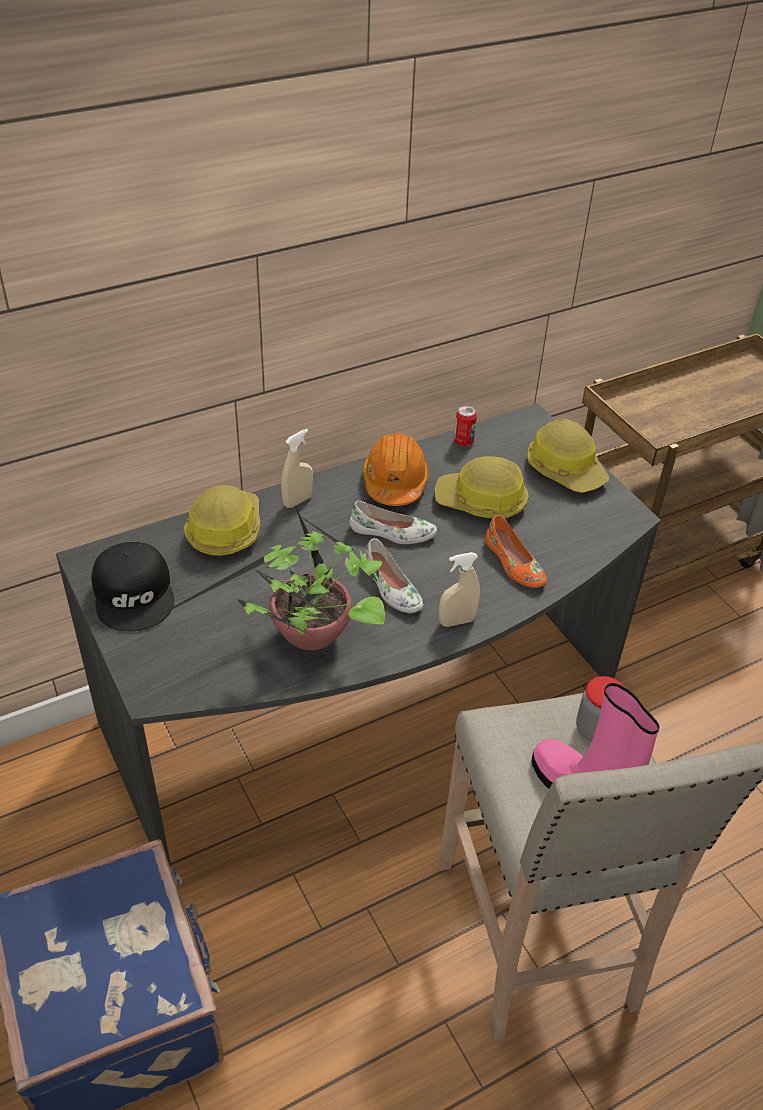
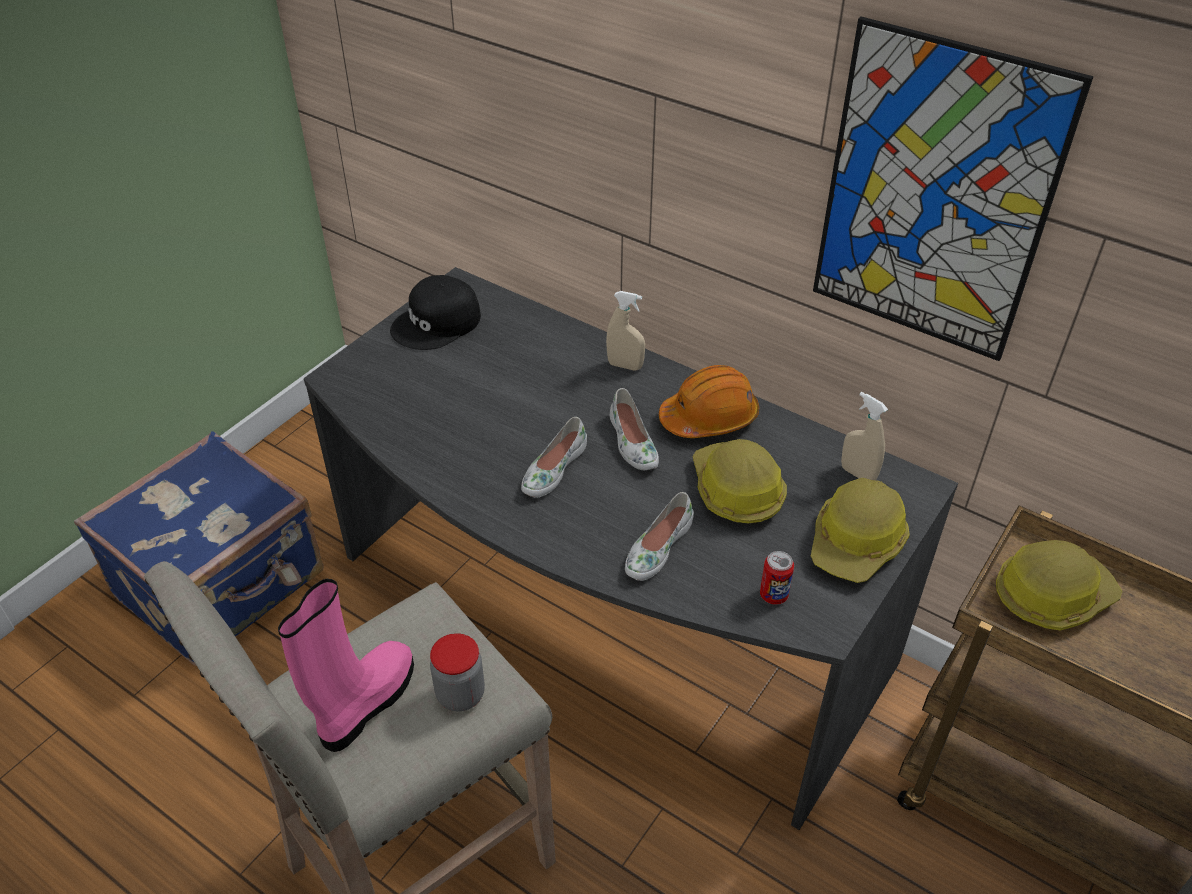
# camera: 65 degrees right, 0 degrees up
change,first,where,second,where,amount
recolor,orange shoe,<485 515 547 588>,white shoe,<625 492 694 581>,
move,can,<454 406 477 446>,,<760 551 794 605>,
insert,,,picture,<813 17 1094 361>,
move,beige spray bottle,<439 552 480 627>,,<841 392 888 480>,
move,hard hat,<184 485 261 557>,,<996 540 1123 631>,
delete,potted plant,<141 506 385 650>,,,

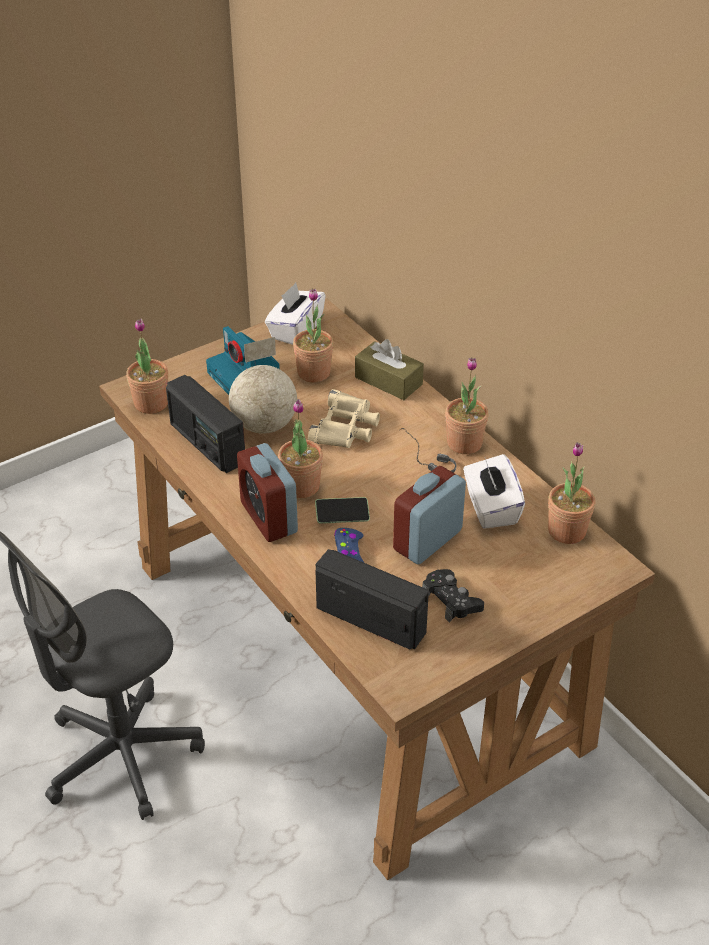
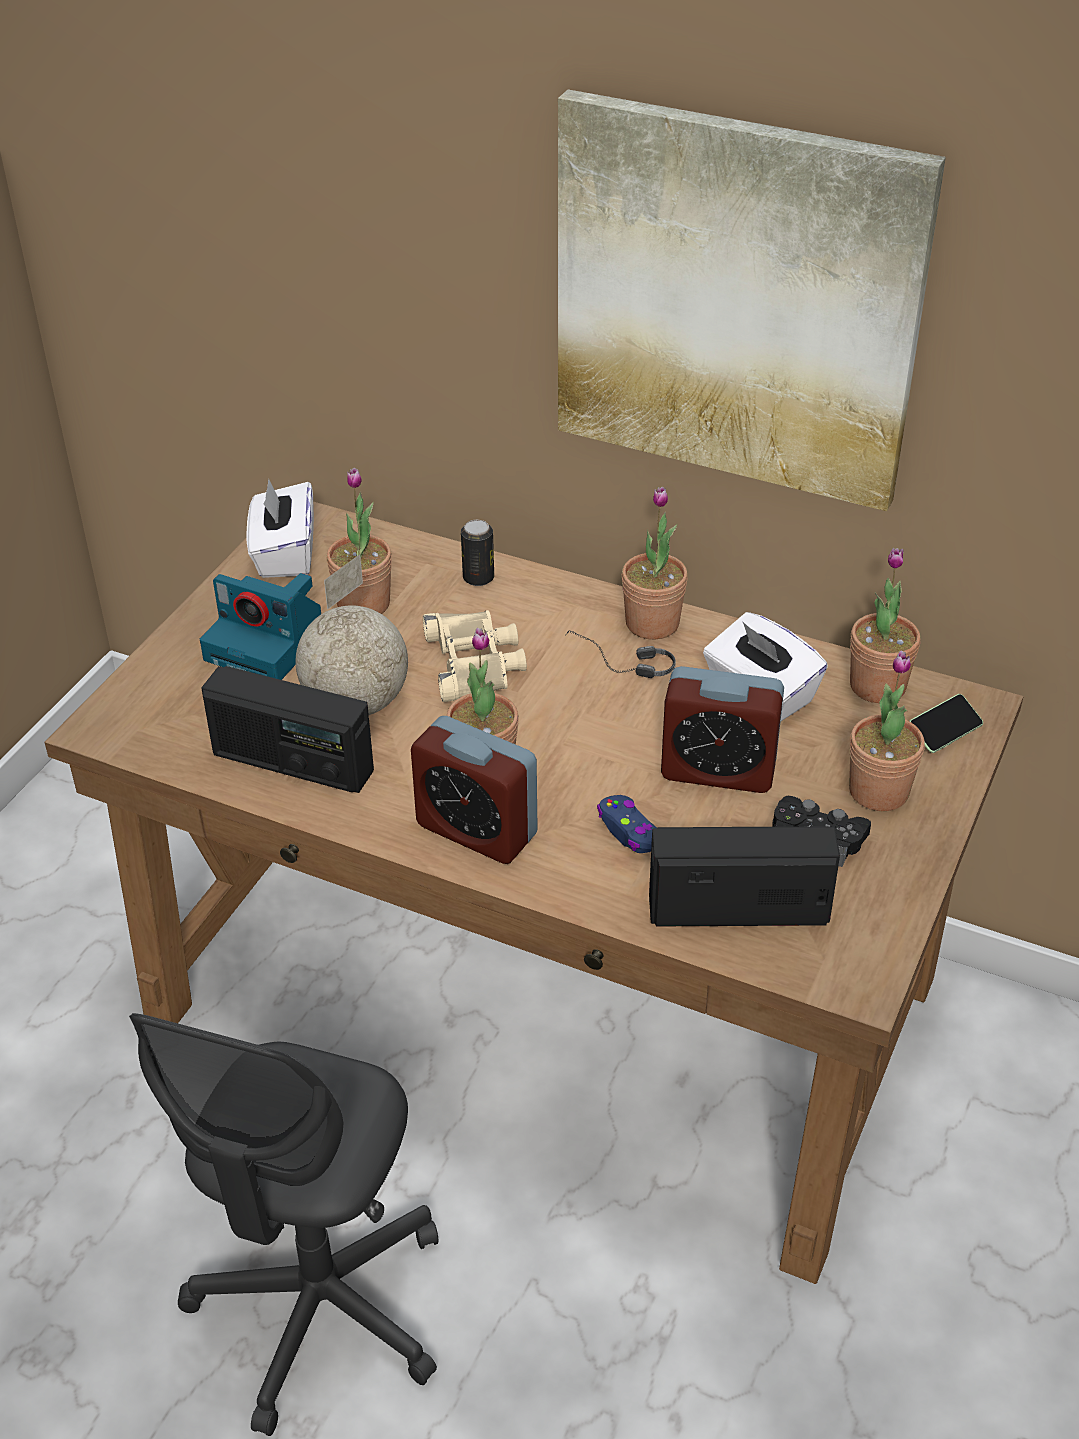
# camera: 30 degrees left, 0 degrees up
change,first,where,second,where,amount
replace,brown tissue box,<355 339 424 400>,can,<461 520 494 586>,
insert,,,picture,<558 90 946 511>,
rotate,alarm clock,<393 466 466 564>,,<661 666 784 793>,90 degrees counterclockwise
move,potted plant,<126 319 168 414>,,<849 650 925 811>,
move,phone,<315 497 370 524>,,<910 694 983 753>,

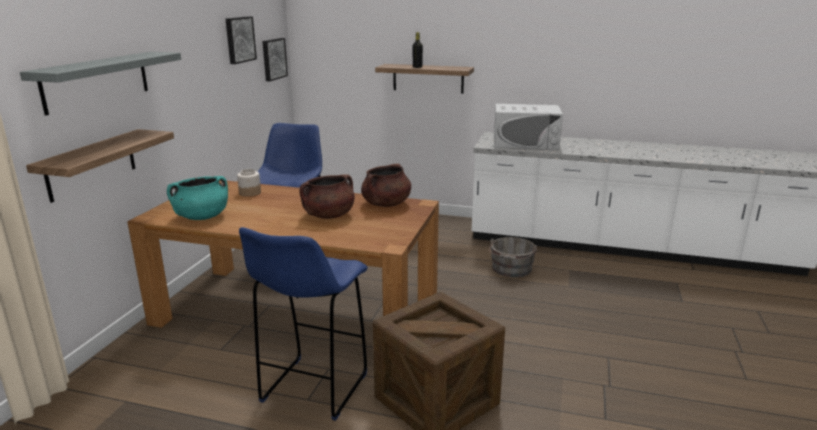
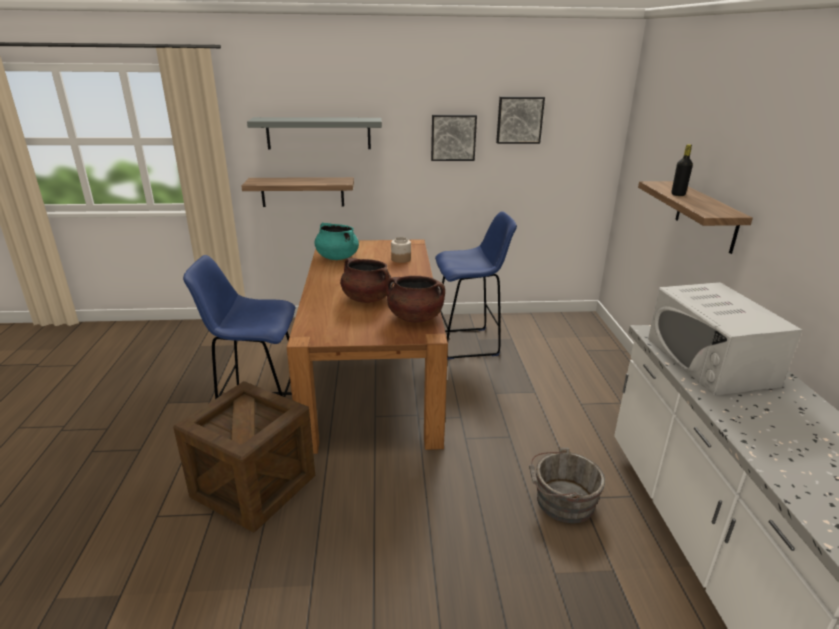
# camera: 70 degrees right, 5 degrees up
change,first,where,second,where,amount
move,picture,<262 38 288 81>,,<431 115 477 161>,

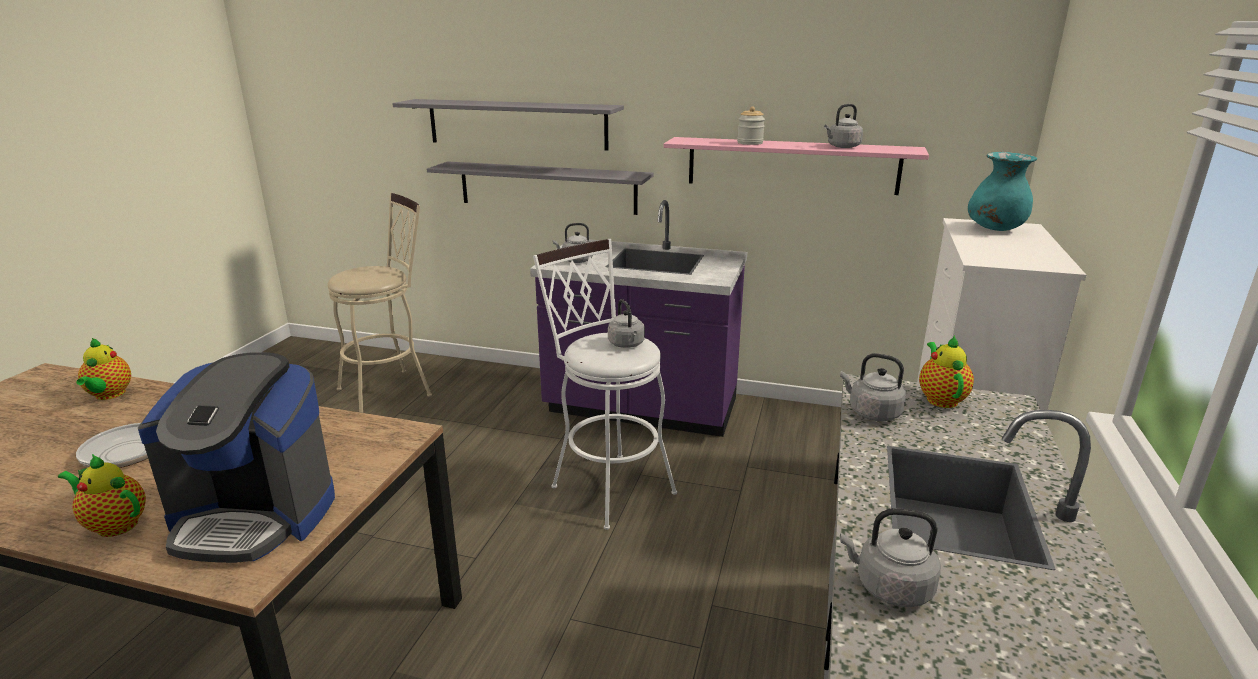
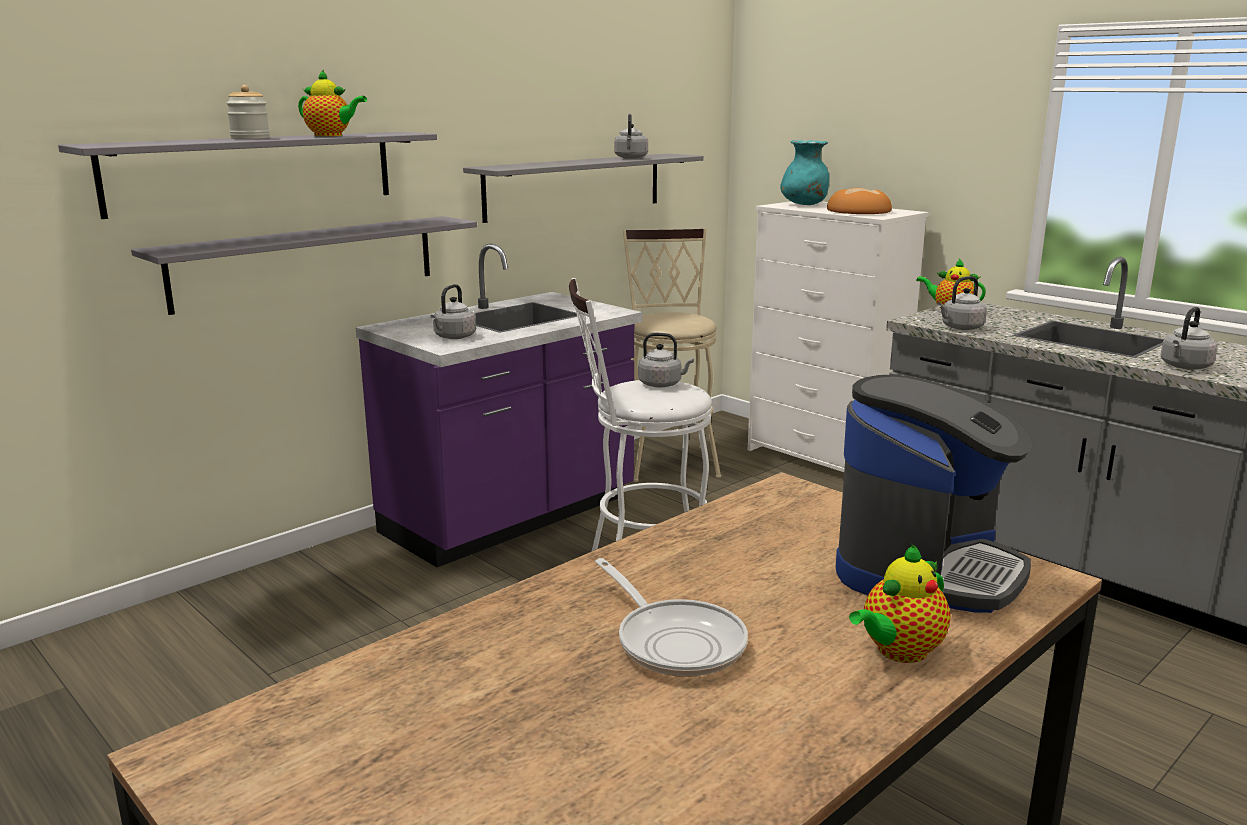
# camera: 60 degrees left, 5 degrees down
change,first,where,second,where,amount
move,jar,<737 107 765 145>,,<226 85 270 139>,
move,teapot,<76 338 131 400>,,<298 69 367 136>,
recolor,pink shelf,<663 137 929 195>,grey shelf,<463 153 704 223>,
move,beige stool,<327 193 432 413>,,<623 229 721 482>,
insert,,,bread,<827 188 892 214>,

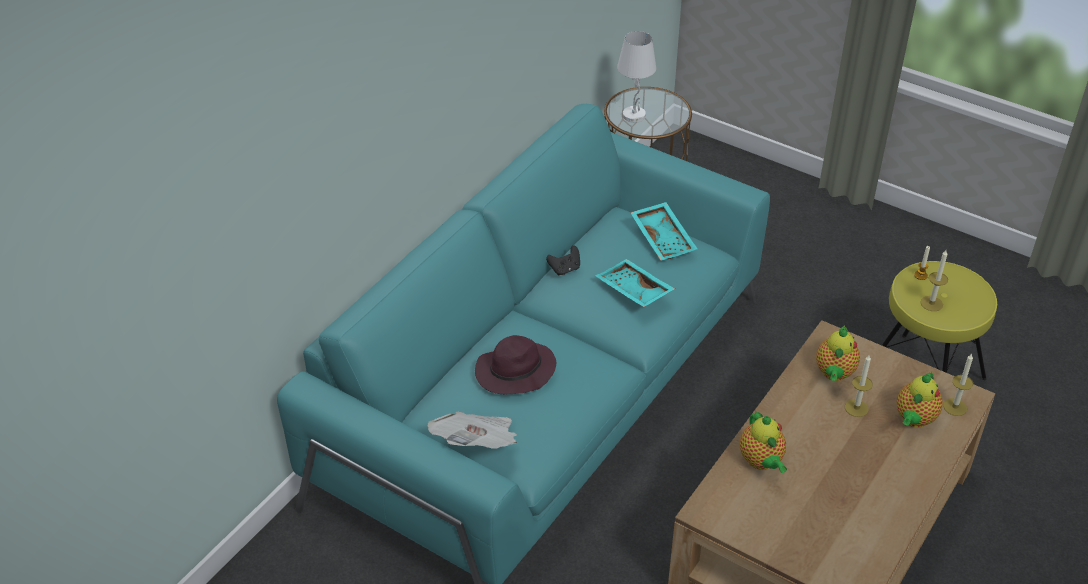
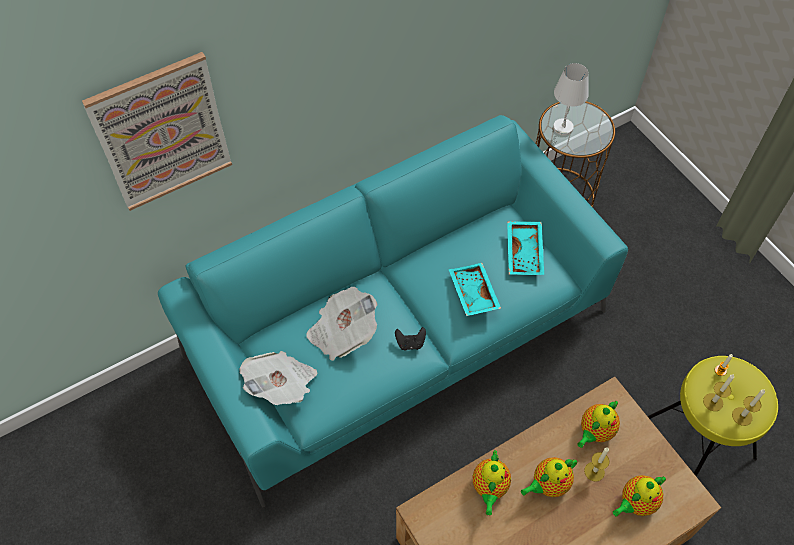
# camera: 25 degrees right, 15 degrees up
change,first,where,second,where,amount
insert,,,picture,<82 52 232 211>,
replace,purple hat,<475 335 556 394>,newspaper,<306 287 378 361>,
move,black game controller,<546 245 580 276>,,<395 327 426 350>,
insert,,,teapot,<521 457 577 497>,
move,candle,<943 353 973 416>,,<732 389 765 426>,

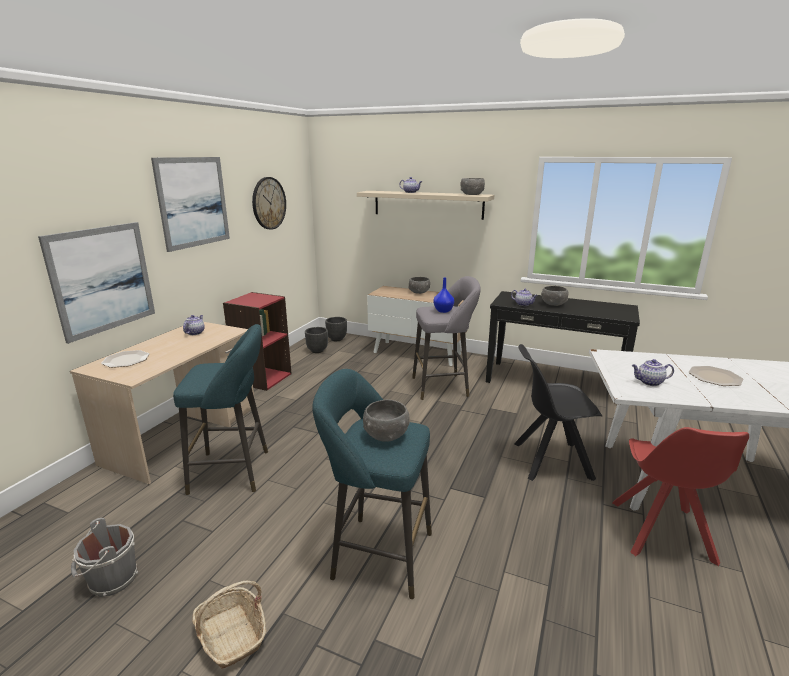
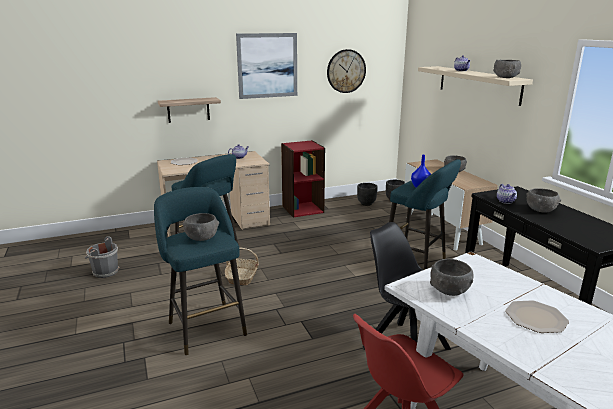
# camera: 45 degrees right, 0 degrees up
change,first,where,second,where,amount
replace,picture,<38 222 155 344>,shelf,<158 97 221 123>,
move,basket,<192 581 266 669>,,<225 247 259 285>,
recolor,grey stool,<412 276 481 400>,turquoise stool,<389 159 461 270>,
replace,teapot,<632 359 674 386>,grey bowl,<430 259 474 296>,

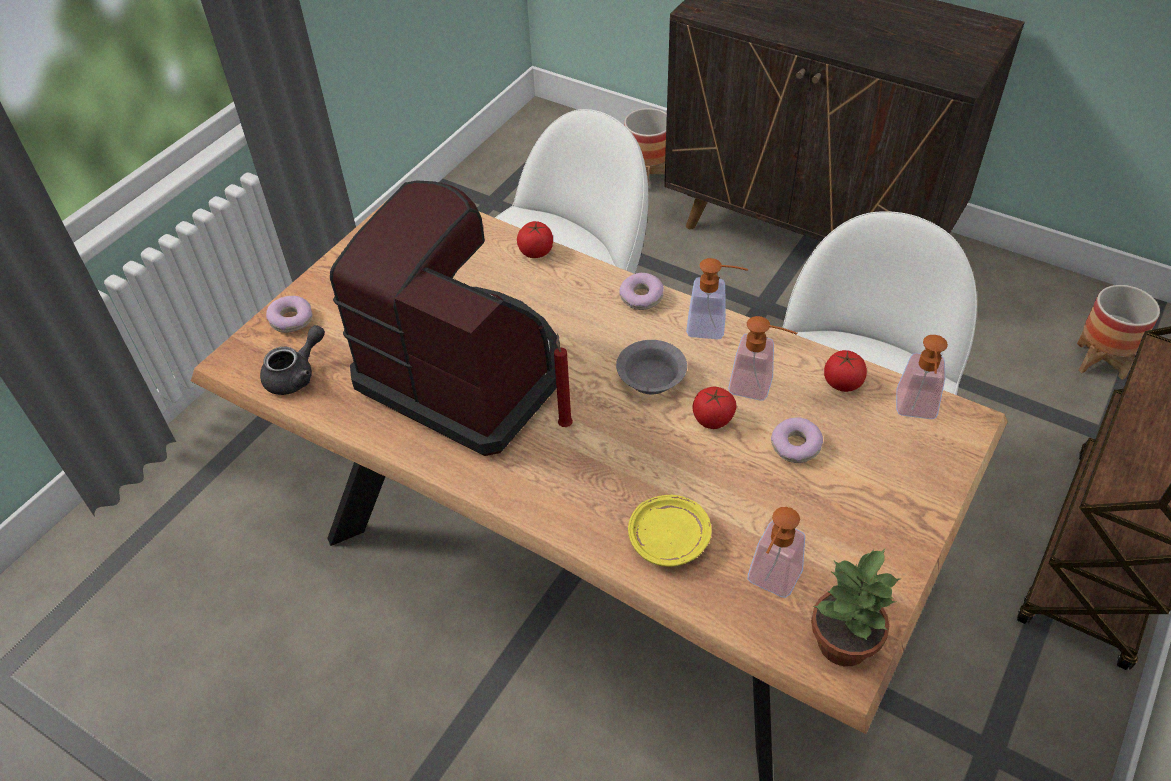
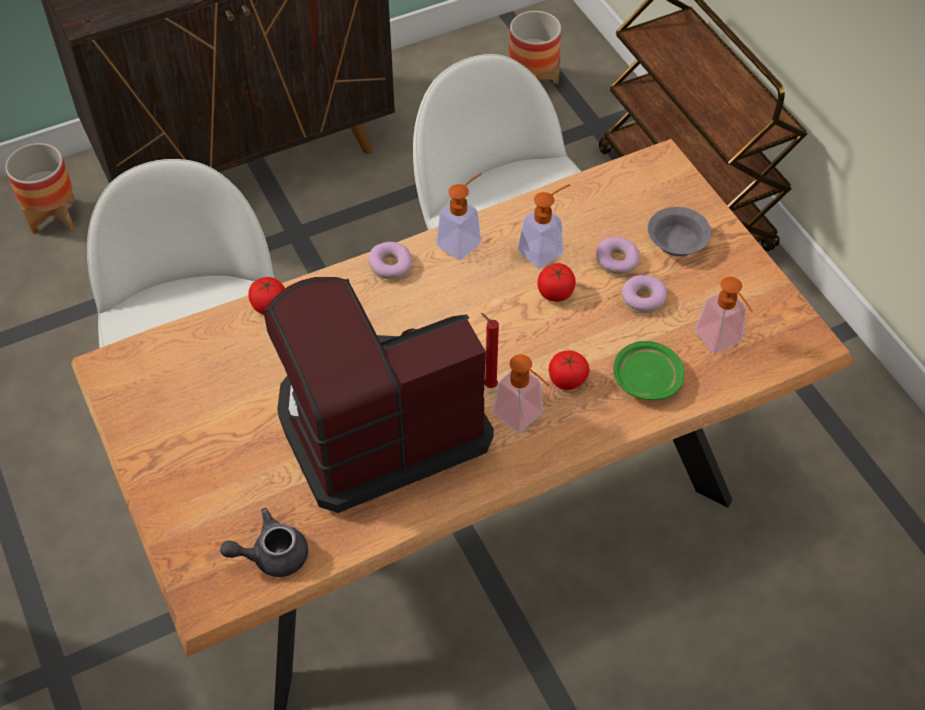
# camera: 60 degrees left, 5 degrees up
change,first,where,second,where,amount
rotate,grey teapot,<260 325 325 395>,,<220 508 308 577>,90 degrees counterclockwise
move,soap dispenser,<896 335 948 419>,,<493 354 550 432>,
move,tomato,<824 350 867 392>,,<549 350 590 390>,
recolor,yellow plate,<628 495 712 567>,green plate,<613 341 684 400>,
move,donut,<266 296 312 333>,,<622 275 667 313>,
move,grey bowl,<616 340 687 394>,,<648 207 711 257>,
delete,potted plant,<811 549 902 666>,,,

